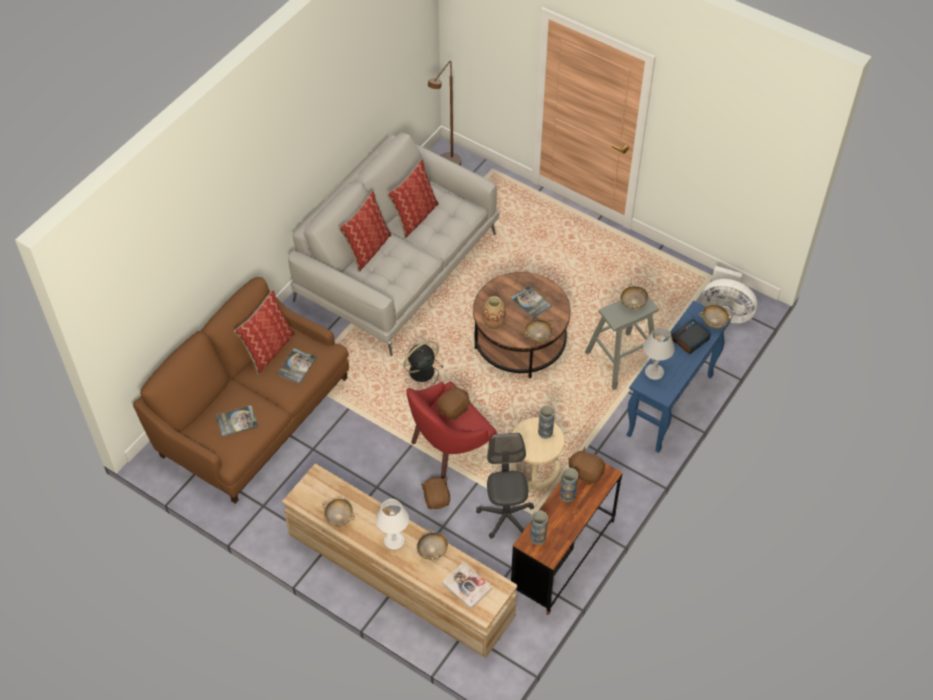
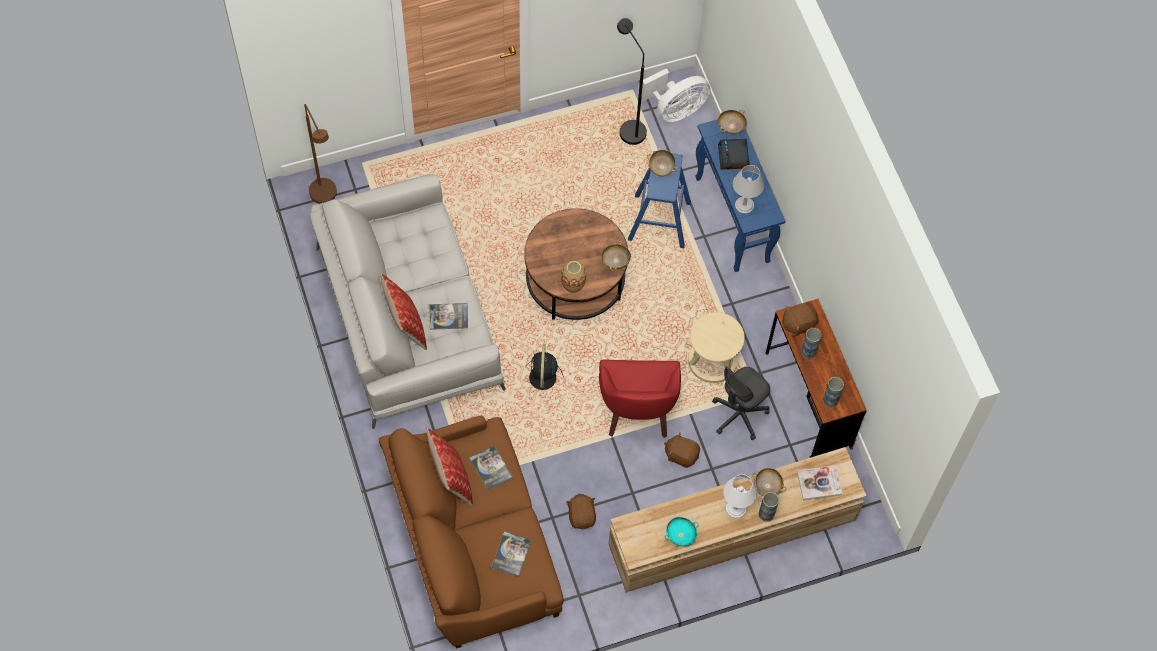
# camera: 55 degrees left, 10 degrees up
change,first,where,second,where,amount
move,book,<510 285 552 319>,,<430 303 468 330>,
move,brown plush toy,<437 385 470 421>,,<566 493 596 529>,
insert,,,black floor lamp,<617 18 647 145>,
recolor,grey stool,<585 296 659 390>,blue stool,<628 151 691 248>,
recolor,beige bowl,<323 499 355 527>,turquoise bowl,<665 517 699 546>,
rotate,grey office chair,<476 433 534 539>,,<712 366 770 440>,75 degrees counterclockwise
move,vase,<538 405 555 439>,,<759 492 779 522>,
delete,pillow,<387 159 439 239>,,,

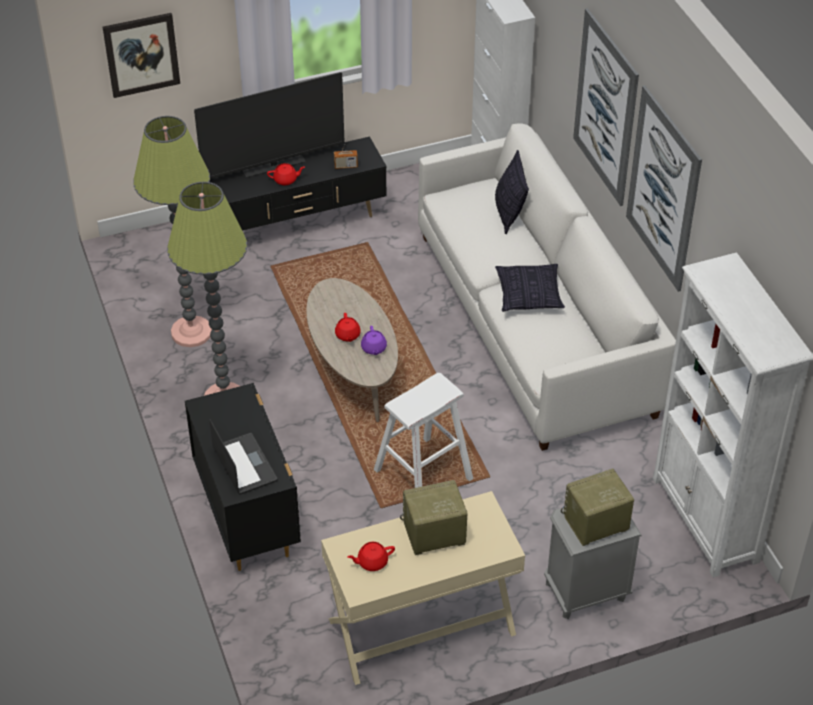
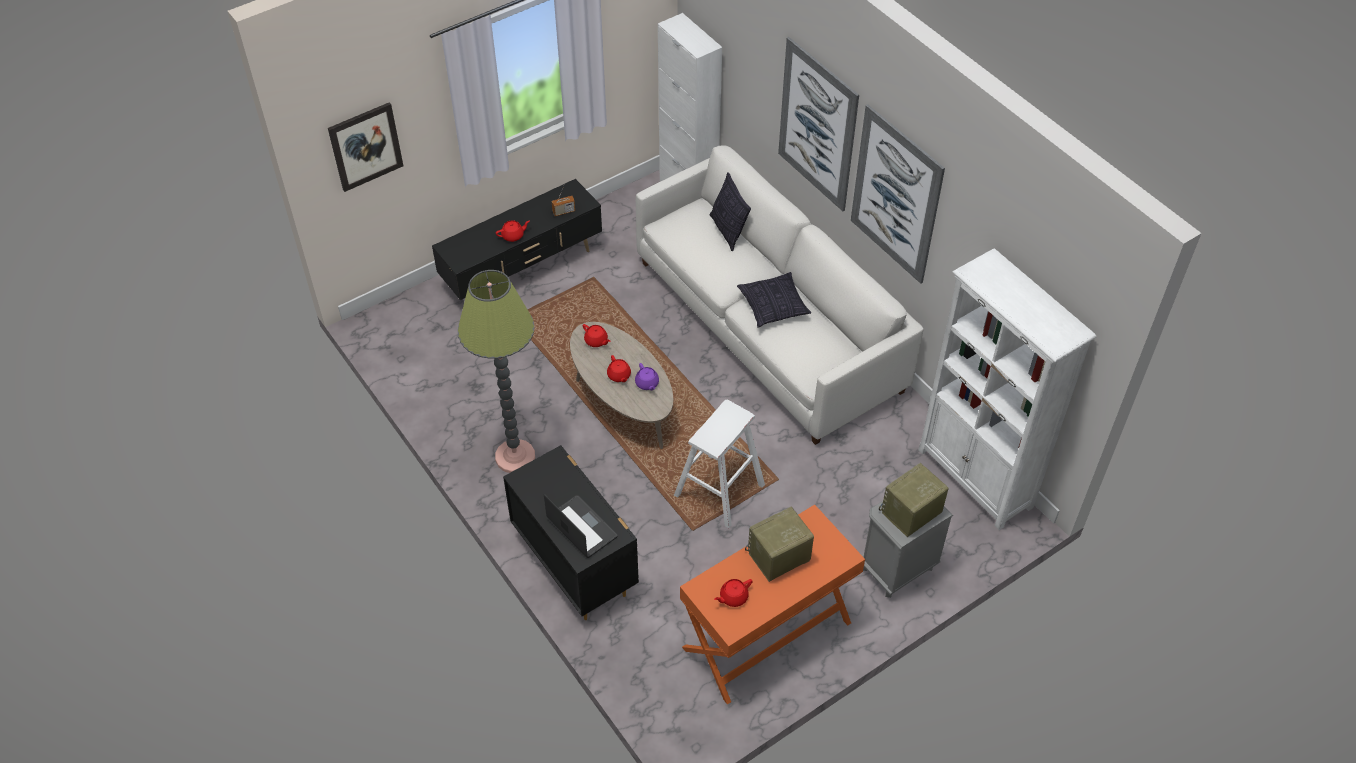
# camera: 15 degrees left, 5 degrees up
change,first,where,second,where,amount
insert,,,red teapot,<583 324 610 347>,
recolor,beige console table,<321 491 525 685>,orange console table,<680 505 865 705>,
delete,floor lamp,<133 116 212 347>,,,
delete,television,<194 72 345 179>,,,

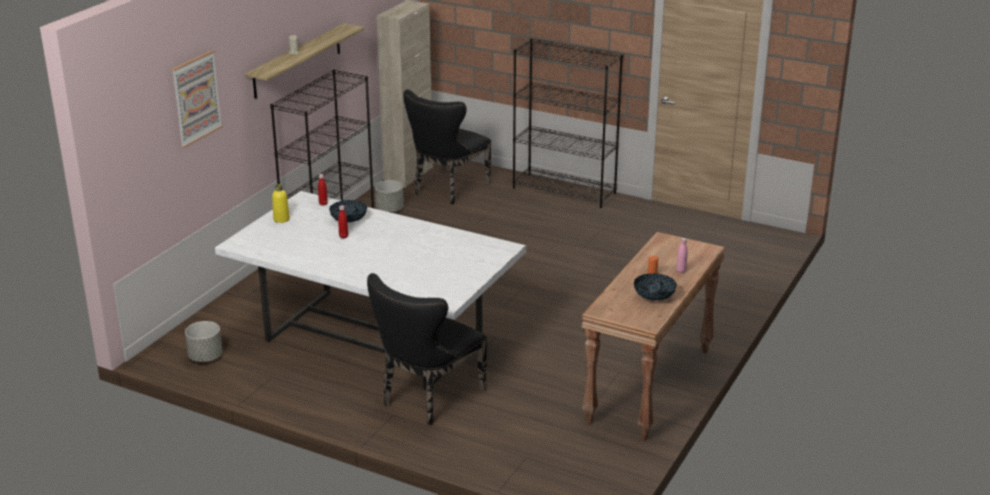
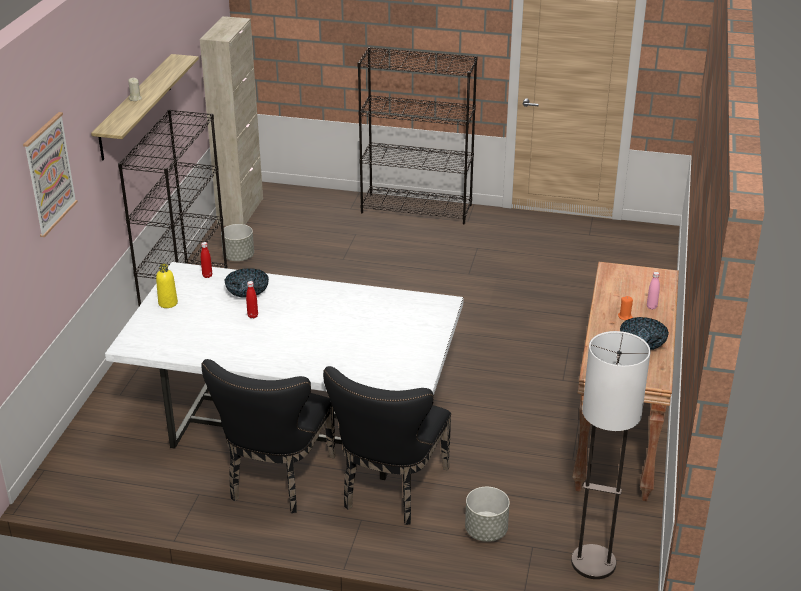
# camera: 15 degrees left, 5 degrees up
change,first,where,second,where,amount
move,black chair,<403 89 491 204>,,<202 359 336 513>,
move,grey planter,<185 321 223 362>,,<465 487 510 542>,
insert,,,floor lamp,<571 331 651 579>,

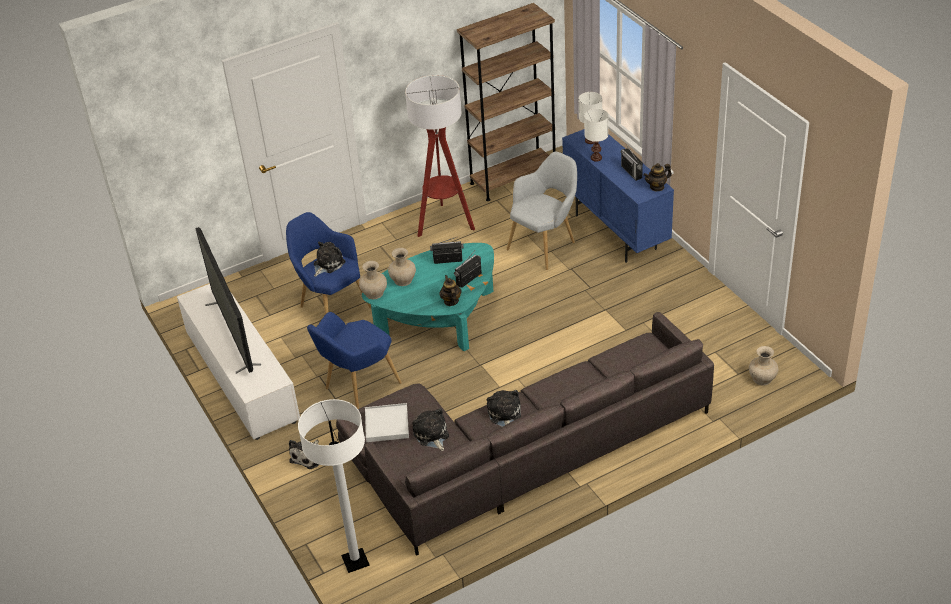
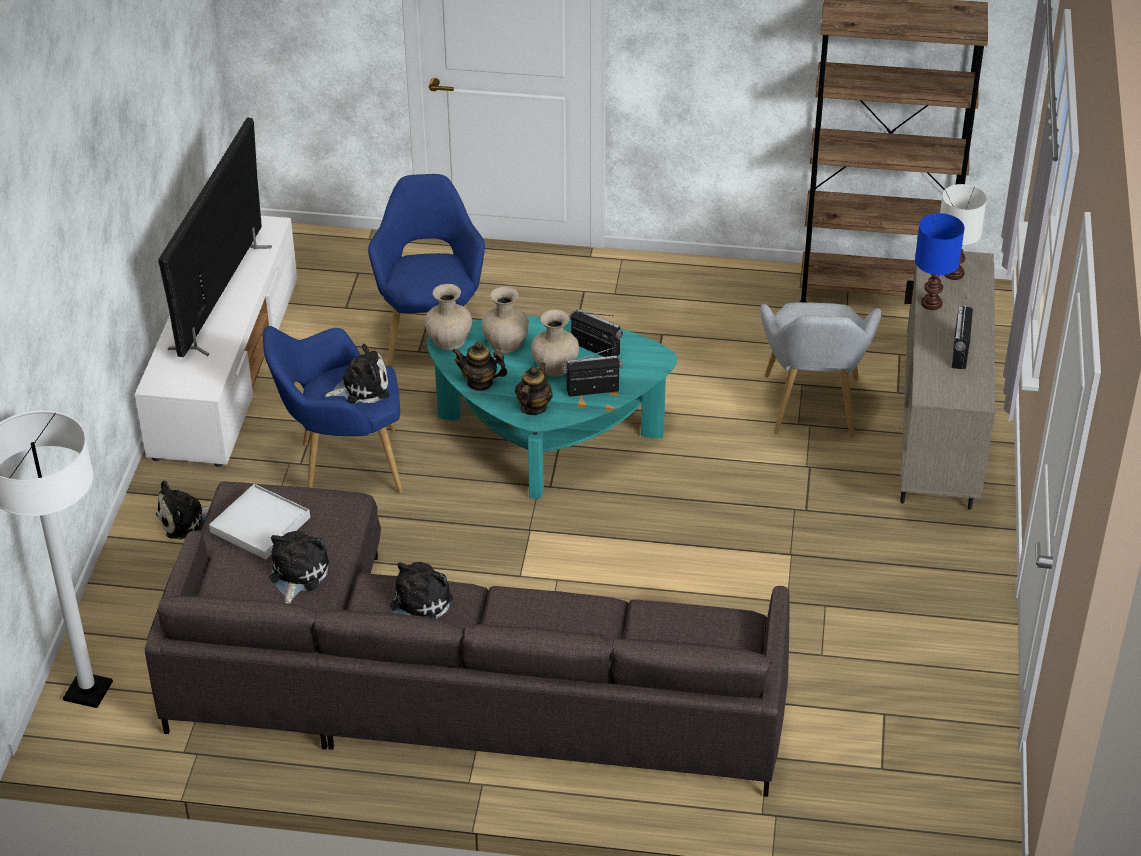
# camera: 35 degrees right, 0 degrees up
change,first,where,second,where,amount
move,plush toy,<314 242 346 277>,,<325 344 389 403>,
move,teapot,<643 163 672 192>,,<452 342 508 391>,
move,beige vase,<749 346 778 385>,,<531 310 579 377>,
rotate,grey armchair,<507 152 577 270>,,<760 302 882 438>,105 degrees clockwise
recolor,blue cabinet,<562 129 674 263>,beige cabinet,<900 251 995 510>,
recolor,white table lamp,<584 108 608 162>,blue table lamp,<915 213 965 310>,
delete,floor lamp,<405 75 475 237>,,,

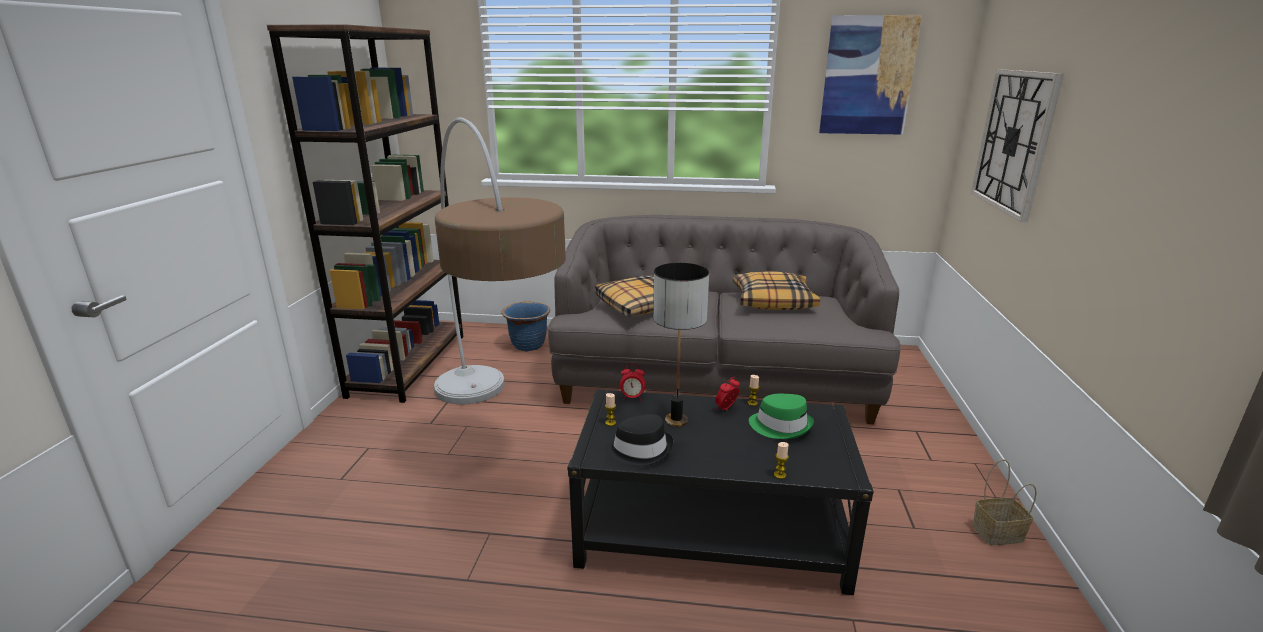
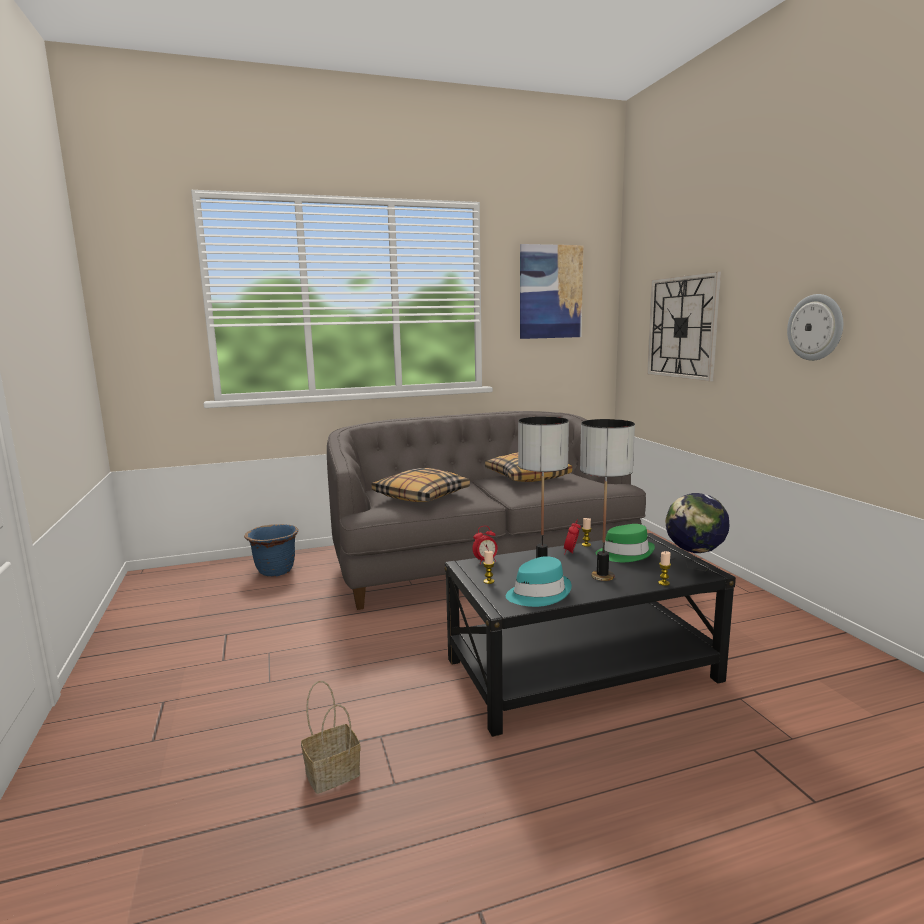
# camera: 25 degrees left, 10 degrees down
change,first,where,second,where,amount
move,basket,<972 459 1037 545>,,<301 681 360 794>,
recolor,black hat,<605 414 673 467>,turquoise hat,<506 556 572 607>,
insert,,,table lamp,<580 419 635 581>,
insert,,,globe,<665 493 730 571>,
insert,,,wall clock,<787 294 843 361>,
delete,brown bookcase,<267 24 463 403>,,,
delete,floor lamp,<434 117 566 405>,,,

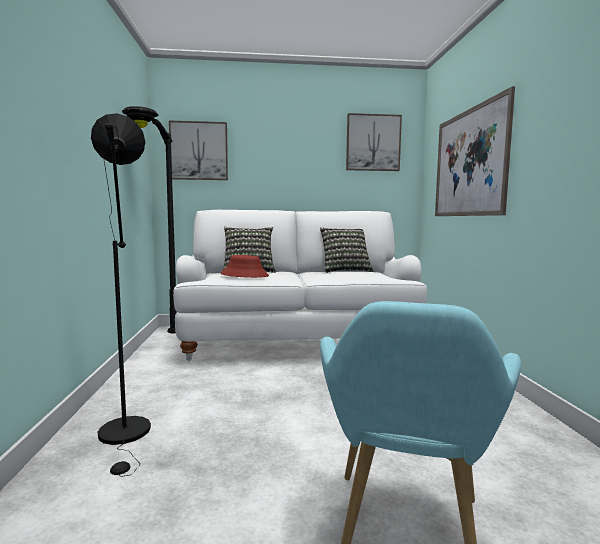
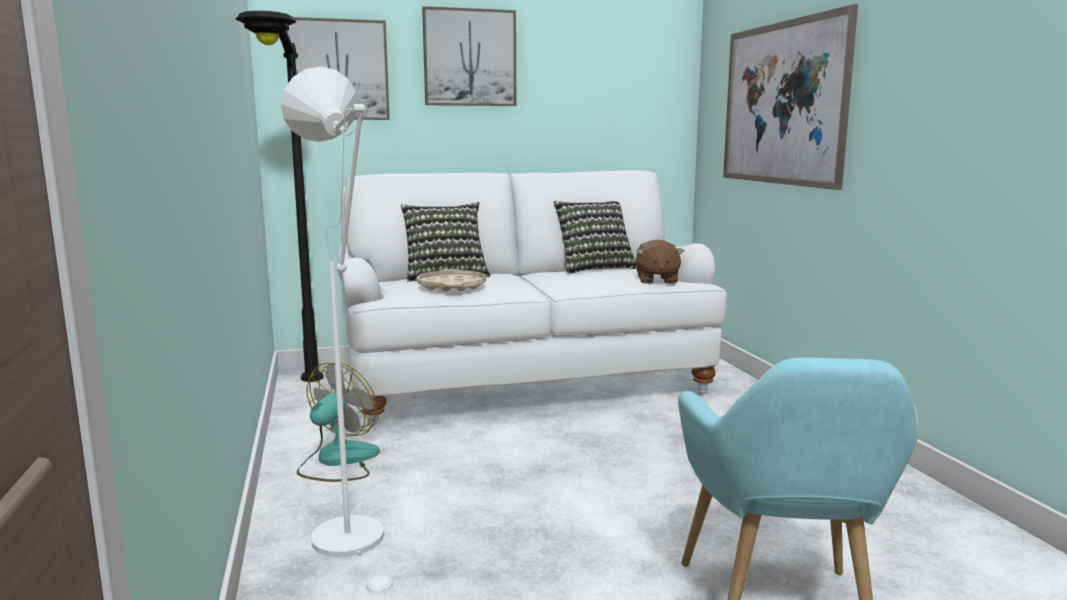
# camera: 10 degrees left, 5 degrees up
change,first,where,second,where,amount
recolor,black floor lamp,<91 113 151 477>,white floor lamp,<281 66 403 595>,
insert,,,fan,<297 363 380 482>,
replace,red hat,<220 255 269 278>,beige tray,<417 269 486 292>,
move,picture,<346 113 402 171>,,<422 6 516 106>,
insert,,,brown plush toy,<636 239 684 284>,

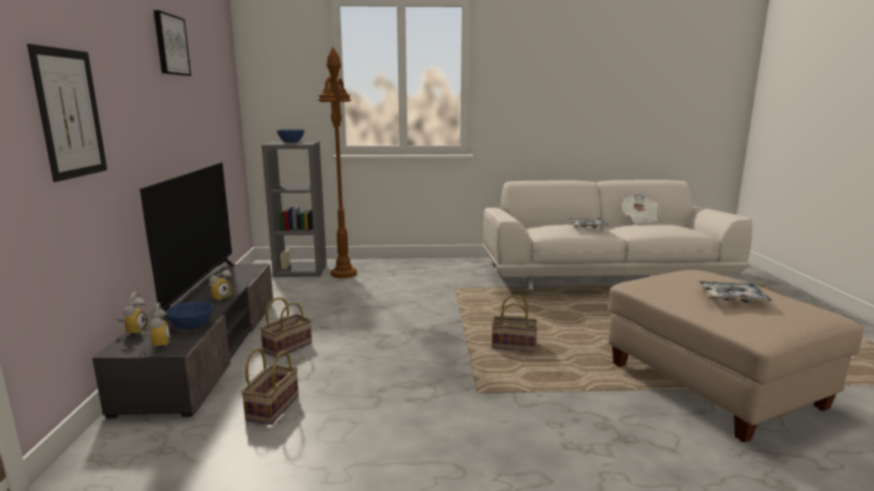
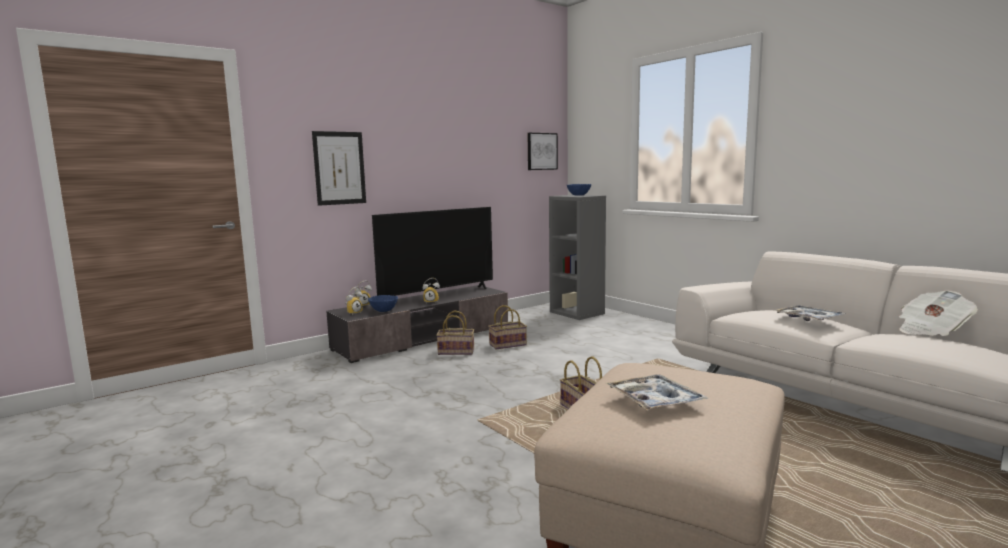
# camera: 55 degrees right, 5 degrees down
change,first,where,second,where,amount
move,basket,<241 348 299 425>,,<488 305 527 349>,
move,picture,<154 10 191 76>,,<527 133 558 170>,
delete,brown floor lamp,<318 47 357 278>,,,

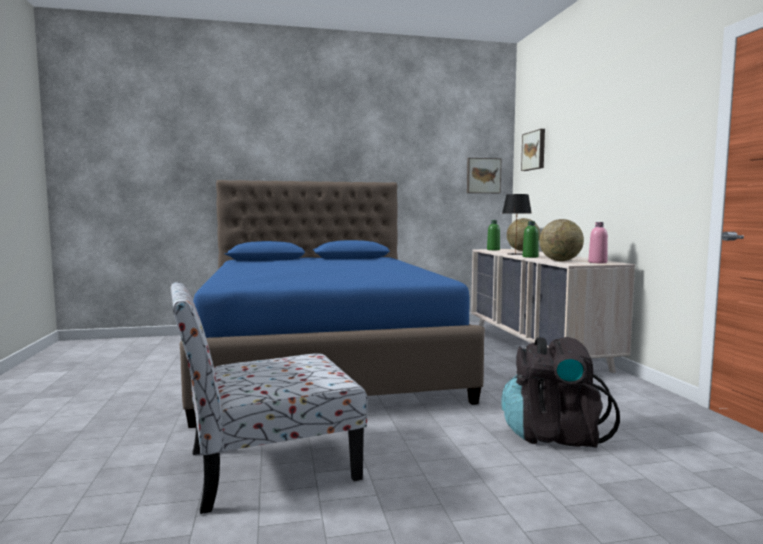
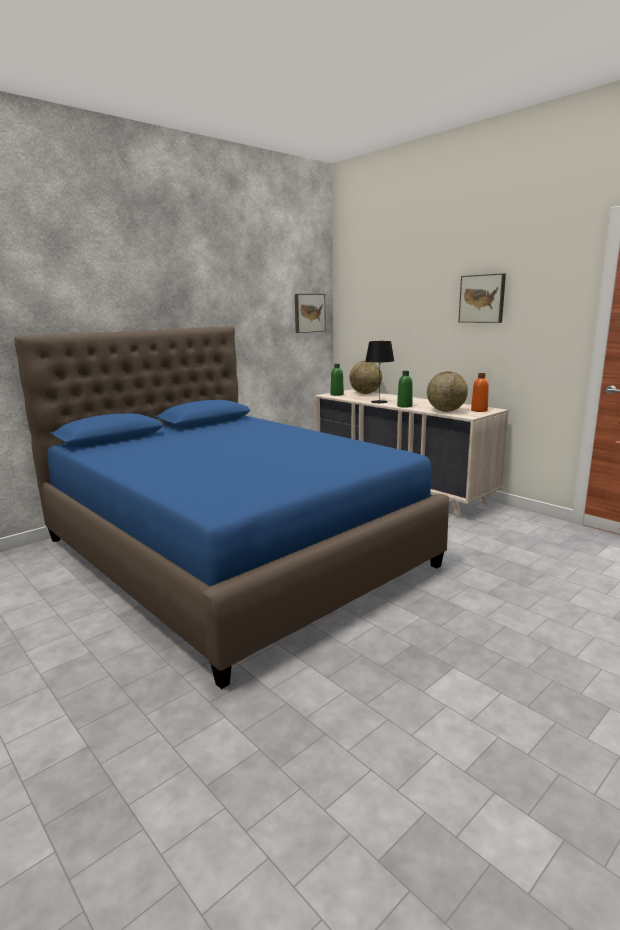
# camera: 30 degrees left, 10 degrees up
change,first,where,second,where,amount
move,picture,<521 129 545 171>,,<459 273 506 323>,
recolor,pink bottle,<588 222 608 263>,orange bottle,<471 373 489 412>,
delete,chair,<171 282 368 514>,,,
delete,black backpack,<501 337 620 448>,,,

